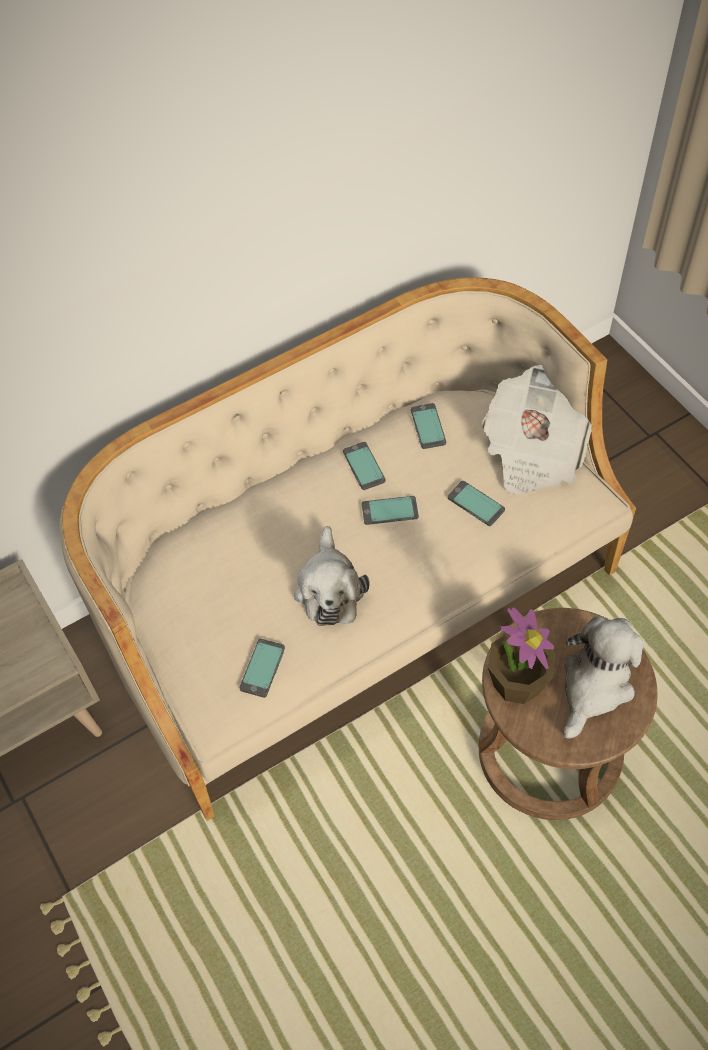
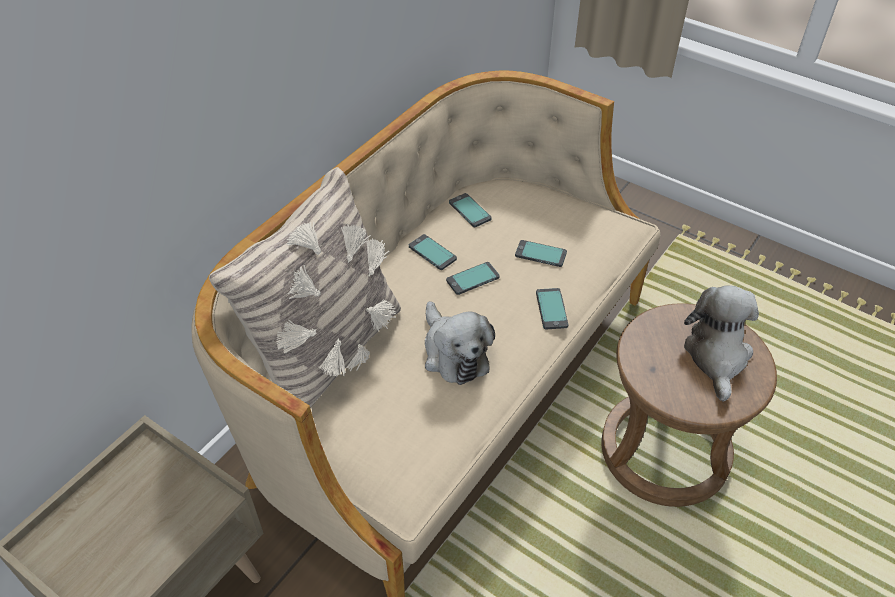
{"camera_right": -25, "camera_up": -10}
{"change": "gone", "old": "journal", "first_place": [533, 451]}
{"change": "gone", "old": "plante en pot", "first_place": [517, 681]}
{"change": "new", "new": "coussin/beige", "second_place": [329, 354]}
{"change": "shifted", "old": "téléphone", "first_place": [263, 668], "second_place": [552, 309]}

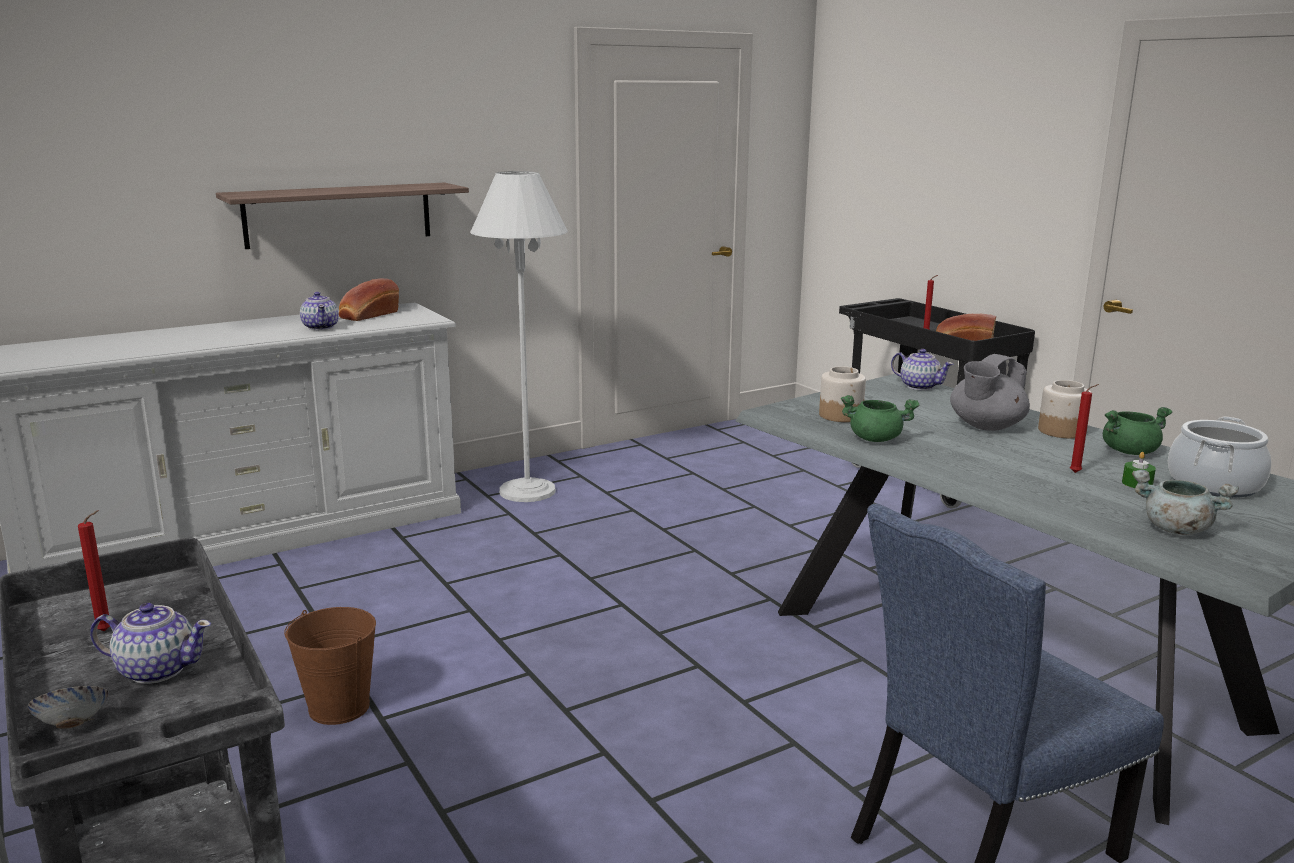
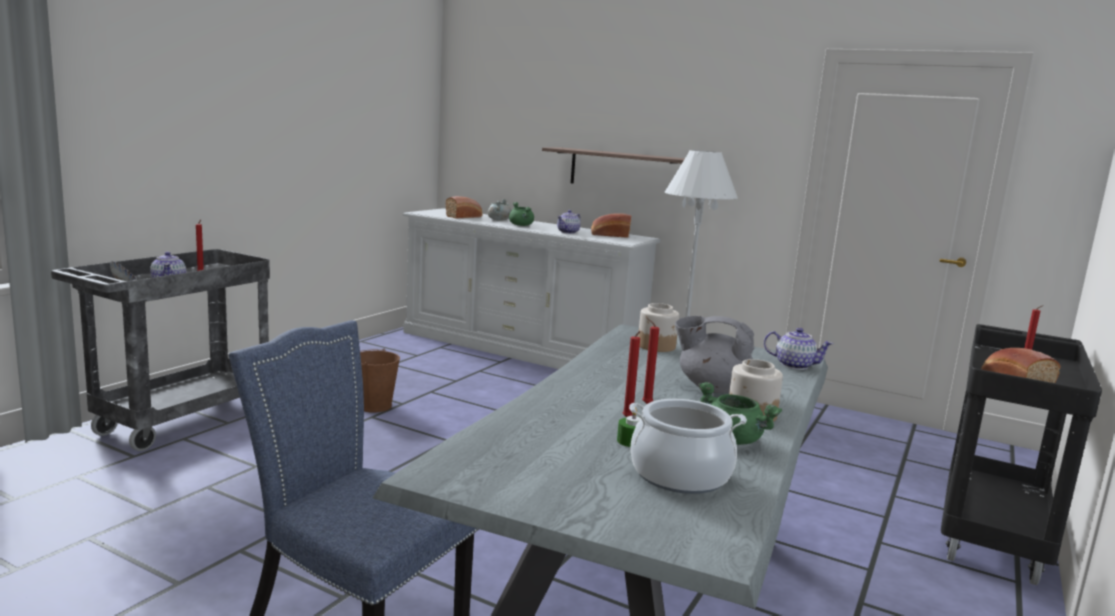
{"camera_right": 60, "camera_up": -5}
{"change": "new", "new": "pain", "second_place": [465, 216]}
{"change": "new", "new": "bougie/rouge", "second_place": [645, 404]}
{"change": "shifted", "old": "marmite/vert", "first_place": [876, 439], "second_place": [521, 225]}
{"change": "shifted", "old": "marmite/gris", "first_place": [1175, 529], "second_place": [499, 220]}
{"change": "rotated", "old": "théière", "first_place": [919, 386], "second_place": [794, 365], "degrees": -75}

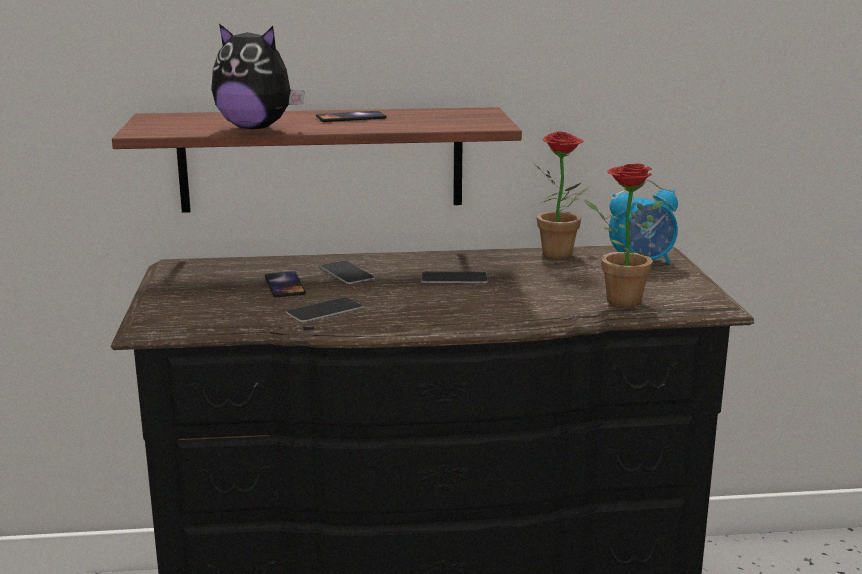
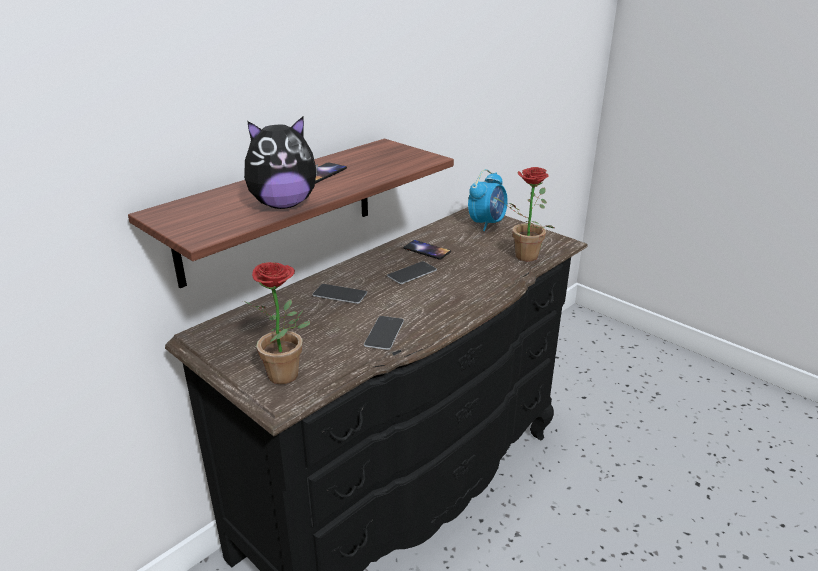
{"camera_right": -40, "camera_up": 10}
{"change": "shifted", "old": "téléphone", "first_place": [285, 285], "second_place": [427, 250]}
{"change": "shifted", "old": "plante en pot", "first_place": [561, 256], "second_place": [289, 376]}

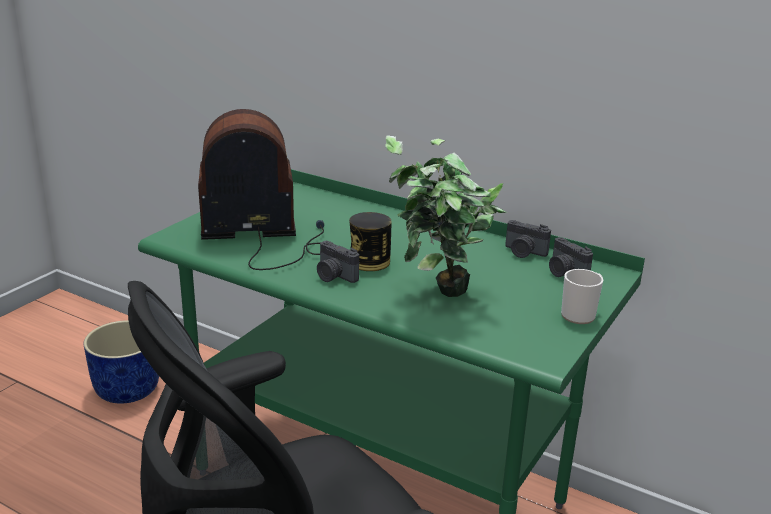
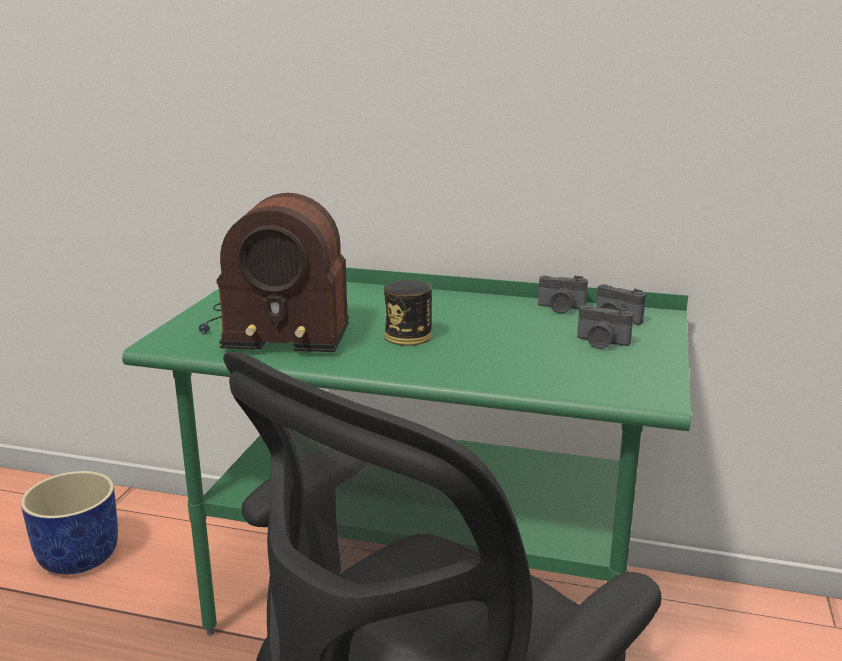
{"camera_right": -15, "camera_up": -5}
{"change": "gone", "old": "plante en pot", "first_place": [437, 298]}
{"change": "gone", "old": "mug", "first_place": [581, 314]}
{"change": "shifted", "old": "appareil photo", "first_place": [334, 276], "second_place": [601, 343]}
{"change": "rotated", "old": "radio", "first_place": [265, 236], "second_place": [274, 328], "degrees": -150}

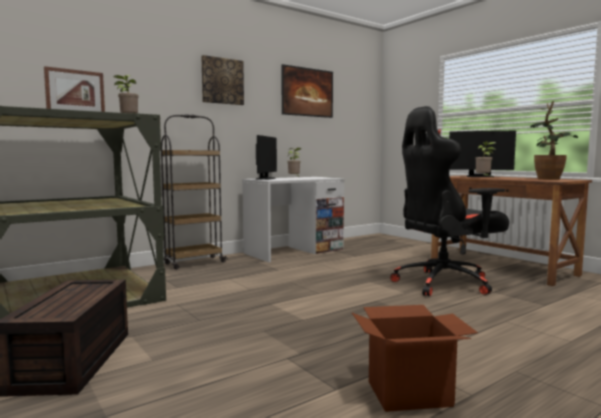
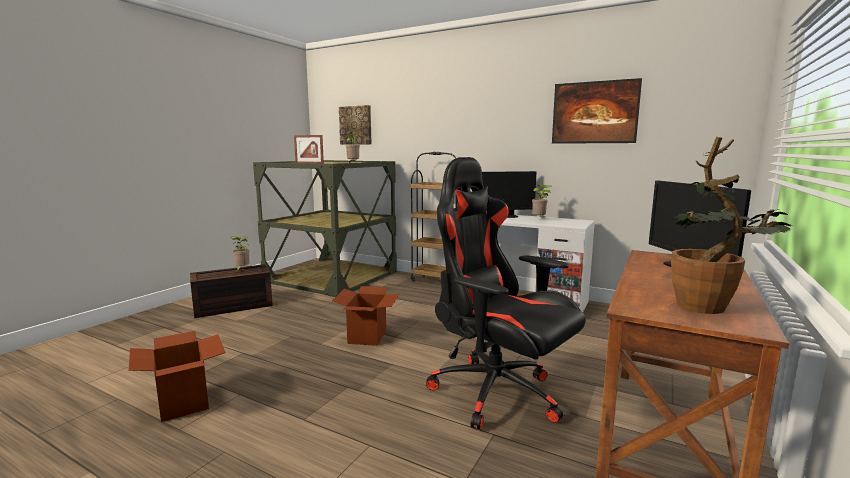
{"camera_right": 65, "camera_up": 5}
{"change": "new", "new": "carton", "second_place": [367, 336]}
{"change": "shifted", "old": "tableau", "first_place": [222, 81], "second_place": [355, 125]}
{"change": "shifted", "old": "plante en pot", "first_place": [483, 178], "second_place": [242, 269]}

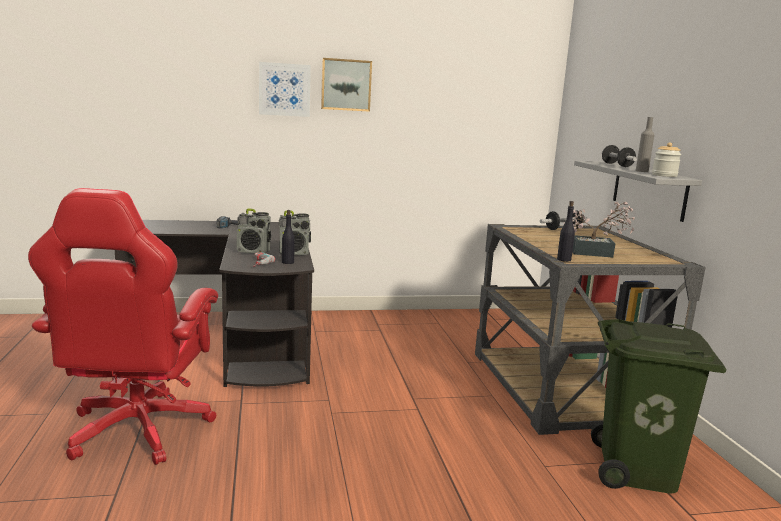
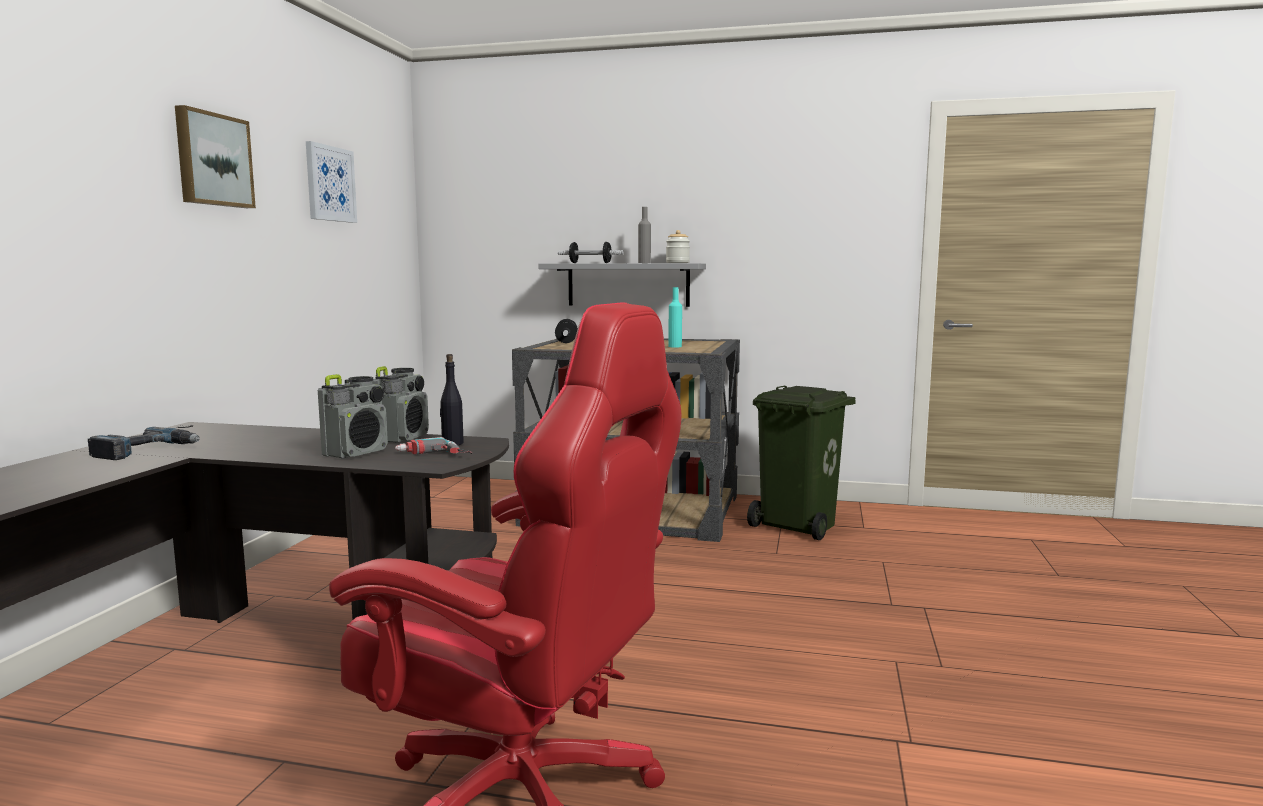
{"camera_right": -65, "camera_up": -5}
{"change": "gone", "old": "bouteille/noir", "first_place": [564, 260]}
{"change": "shifted", "old": "tableau", "first_place": [284, 89], "second_place": [330, 184]}
{"change": "swapped", "old": "plante en pot", "new": "bouteille/turquoise", "first_place": [596, 253], "second_place": [675, 346]}

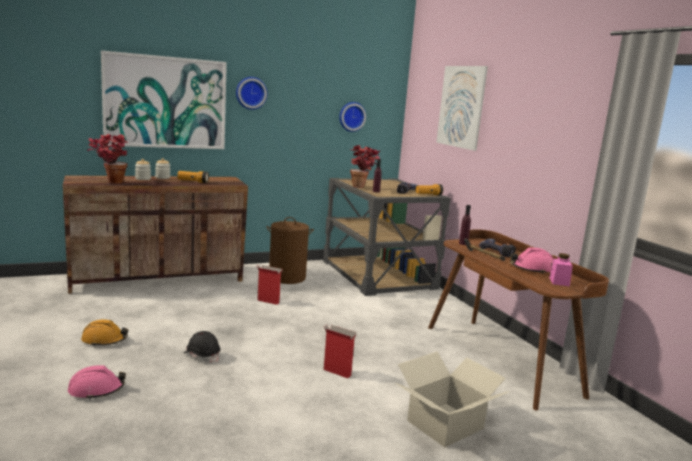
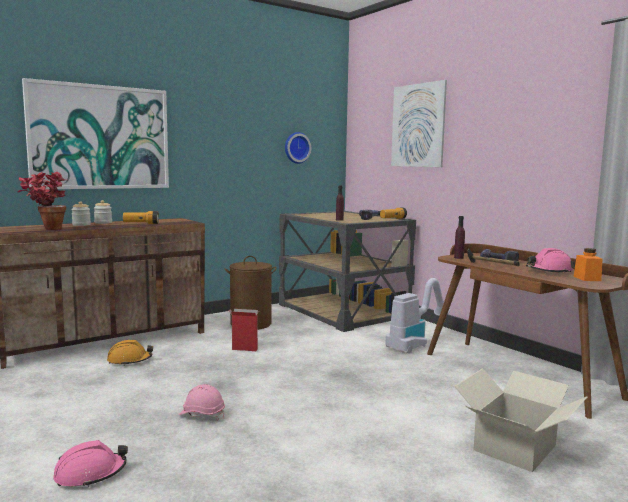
{"camera_right": -10, "camera_up": -5}
{"change": "gone", "old": "horloge murale", "first_place": [251, 93]}
{"change": "gone", "old": "carton", "first_place": [336, 372]}
{"change": "gone", "old": "plante en pot", "first_place": [362, 187]}
{"change": "new", "new": "aspirateur", "second_place": [415, 343]}
{"change": "shifted", "old": "casque de chantier/orange", "first_place": [104, 340], "second_place": [129, 360]}
{"change": "repainted", "old": "casque de chantier/noir", "new": "casque de chantier/rose", "first_place": [202, 355], "second_place": [202, 415]}
{"change": "repainted", "old": "bocal/rose", "new": "bocal/orange", "first_place": [559, 282], "second_place": [587, 278]}

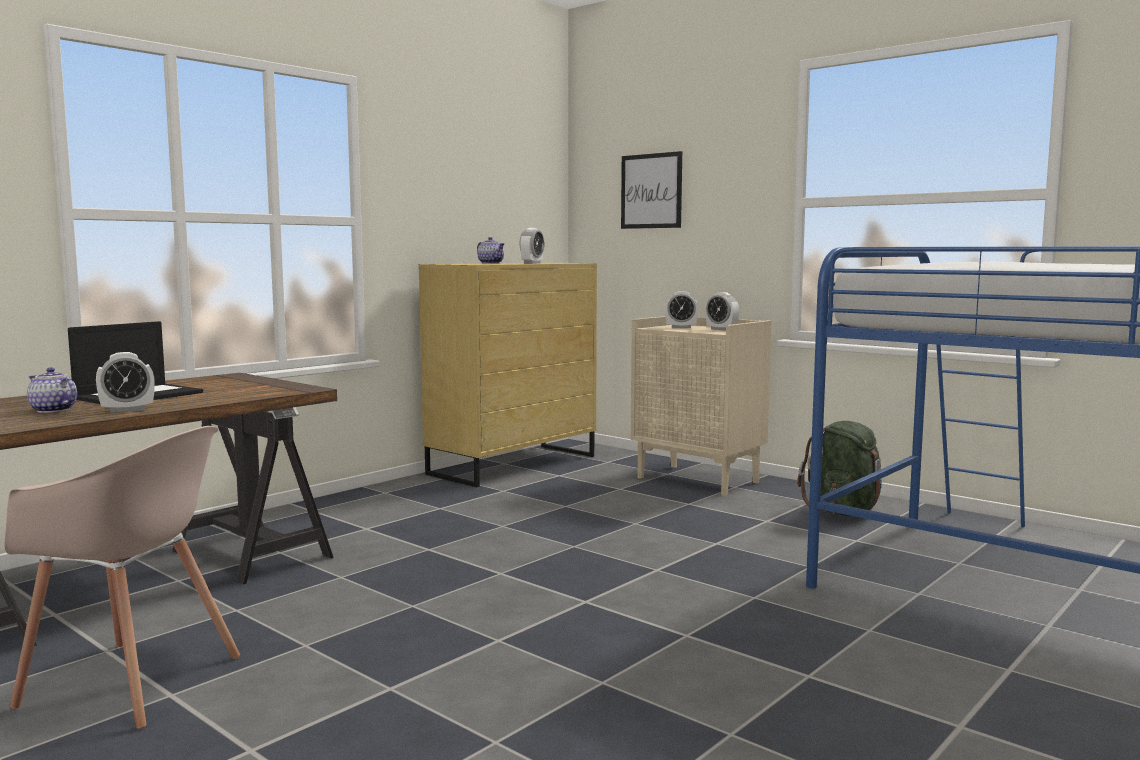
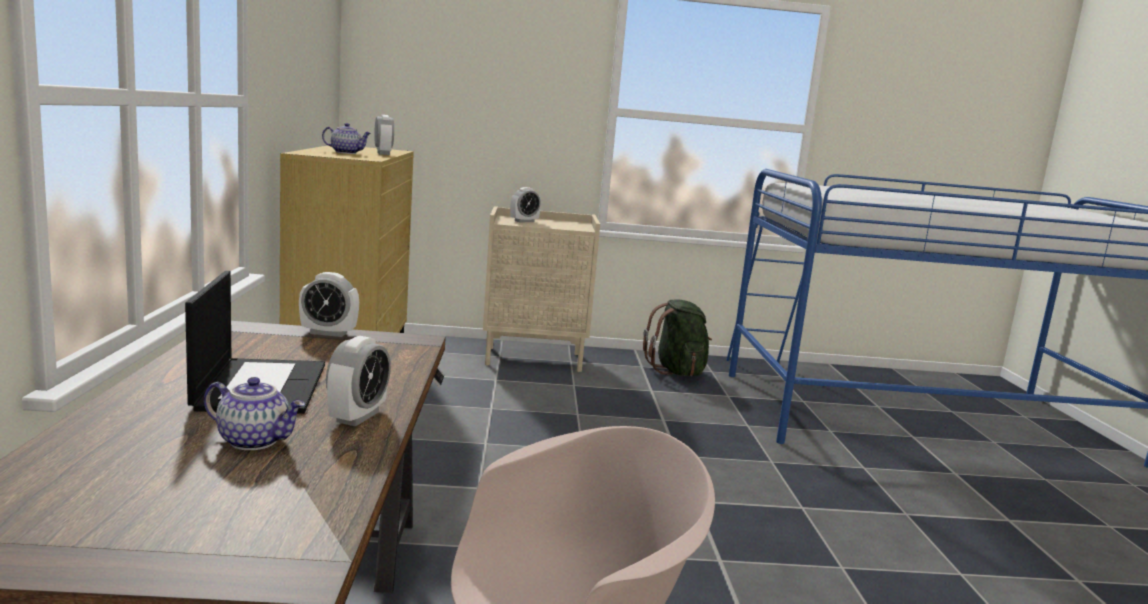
{"camera_right": -45, "camera_up": 5}
{"change": "gone", "old": "tableau", "first_place": [651, 191]}
{"change": "shifted", "old": "réveil", "first_place": [721, 329], "second_place": [328, 333]}
{"change": "rotated", "old": "théière", "first_place": [52, 410], "second_place": [255, 441], "degrees": -150}

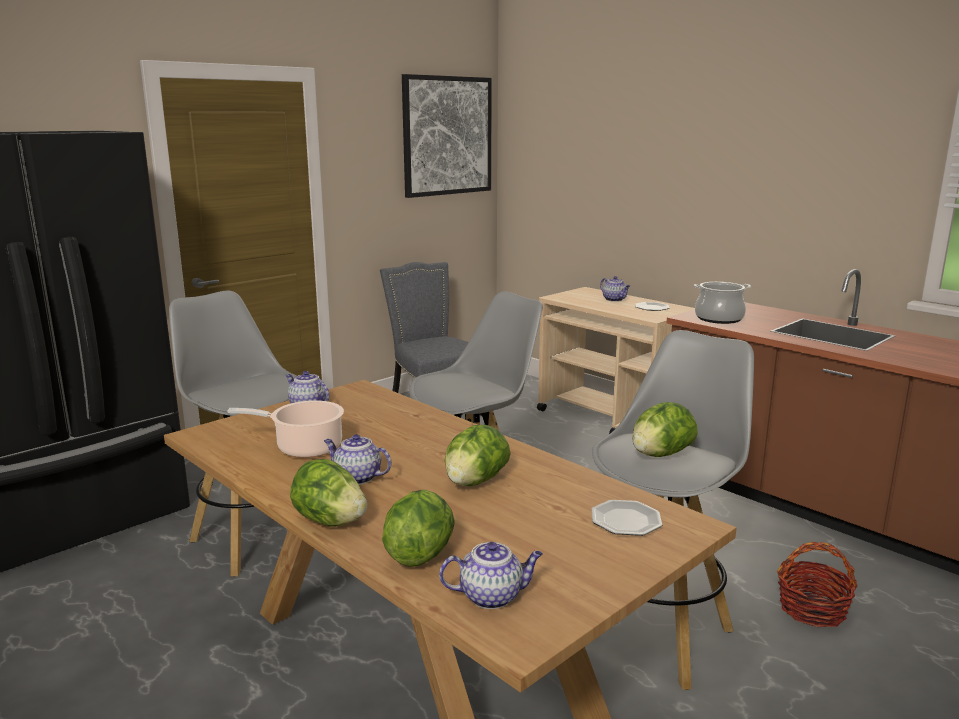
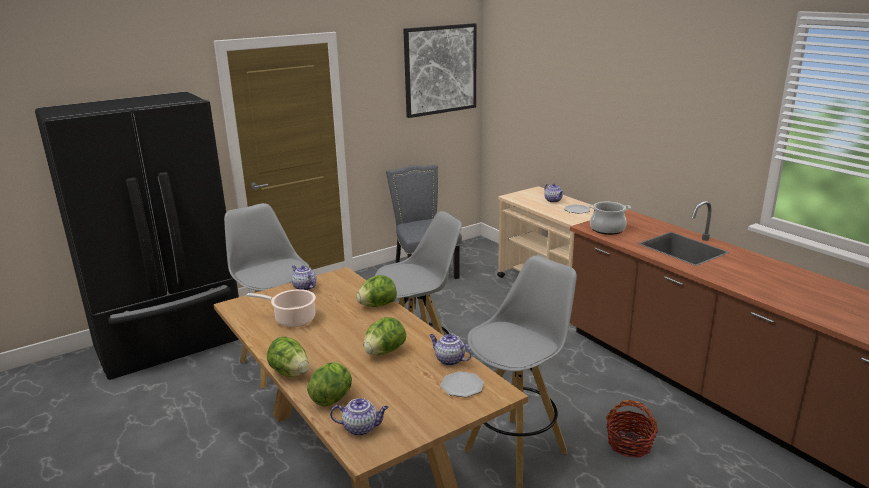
{"camera_right": 10, "camera_up": 5}
{"change": "shifted", "old": "théière", "first_place": [356, 477], "second_place": [449, 360]}
{"change": "shifted", "old": "laitue", "first_place": [660, 454], "second_place": [377, 305]}

